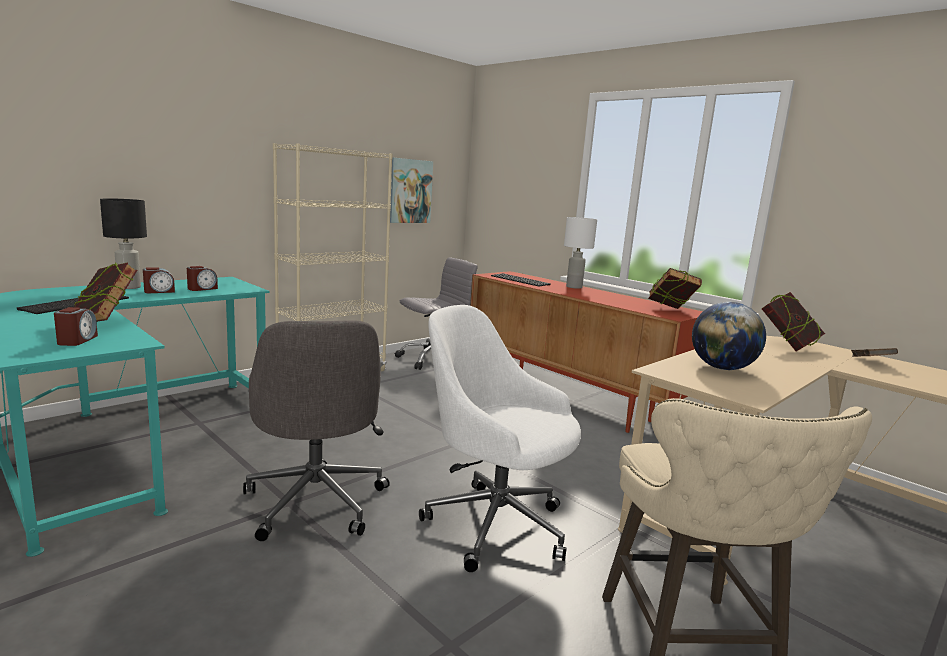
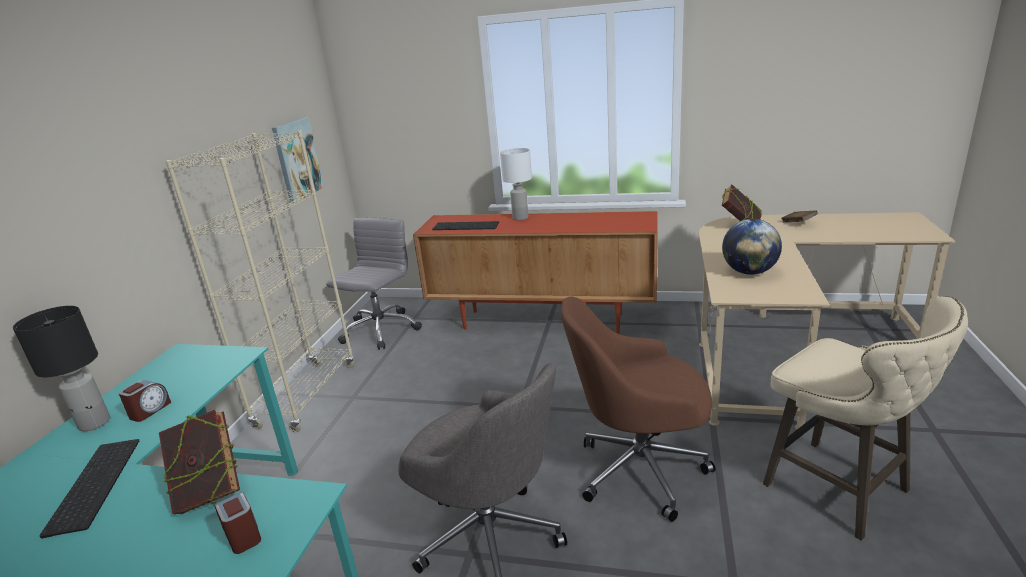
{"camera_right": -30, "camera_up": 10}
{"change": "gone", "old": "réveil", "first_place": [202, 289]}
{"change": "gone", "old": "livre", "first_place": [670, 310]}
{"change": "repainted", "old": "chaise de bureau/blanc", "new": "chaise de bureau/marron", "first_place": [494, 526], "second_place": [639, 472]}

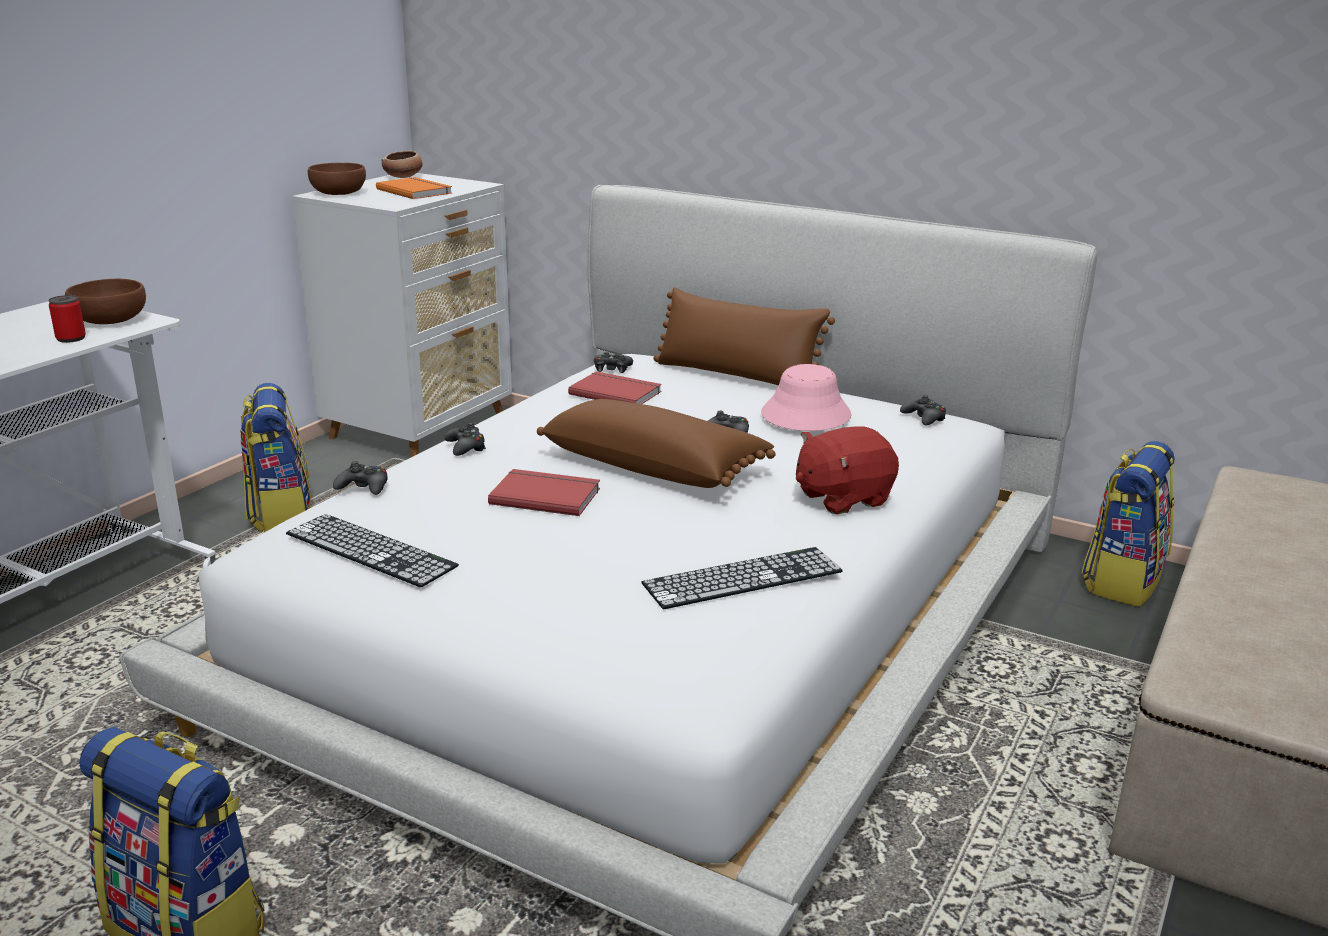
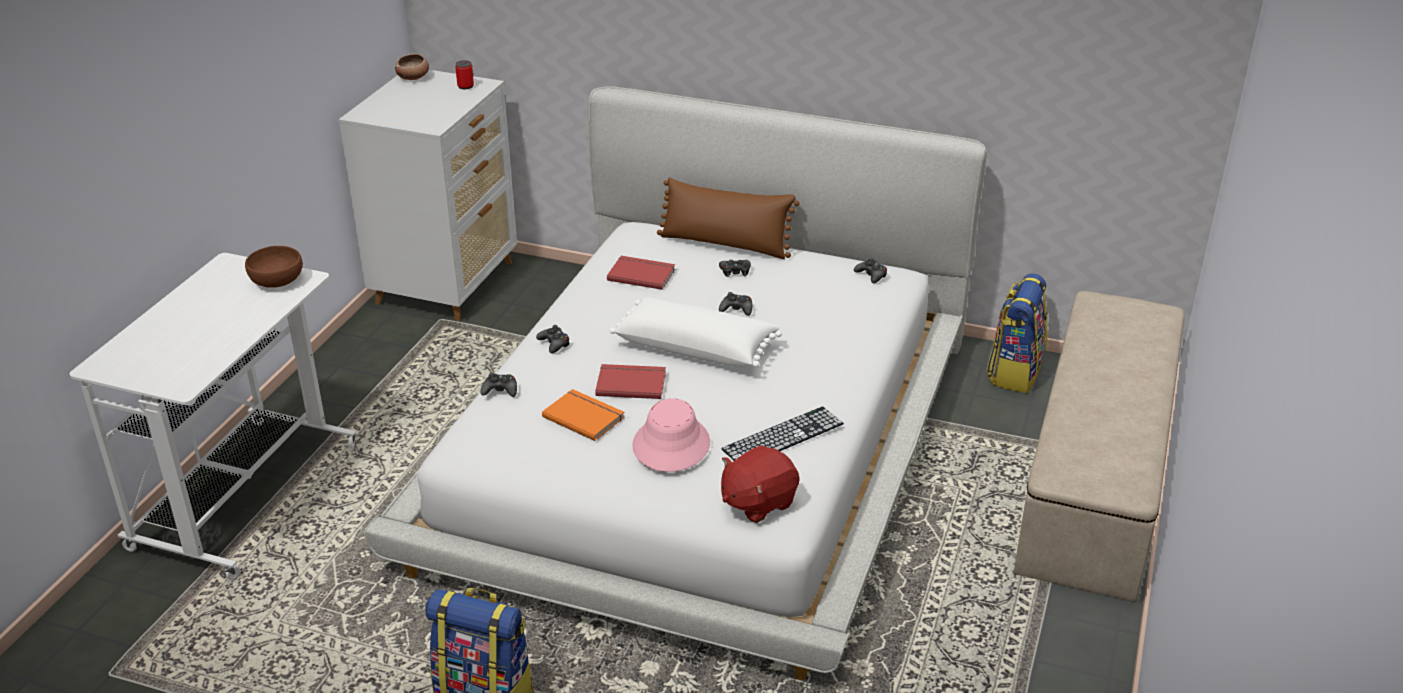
{"camera_right": -10, "camera_up": 10}
{"change": "gone", "old": "sac à dos", "first_place": [280, 513]}
{"change": "gone", "old": "clavier", "first_place": [370, 550]}
{"change": "gone", "old": "bol/marron", "first_place": [338, 193]}
{"change": "shifted", "old": "boîte métallique", "first_place": [71, 338], "second_place": [465, 86]}
{"change": "shifted", "old": "livre/orange", "first_place": [416, 191], "second_place": [584, 416]}
{"change": "shifted", "old": "manette/noir", "first_place": [612, 368], "second_place": [735, 271]}
{"change": "shifted", "old": "chapeau/rose", "first_place": [805, 415], "second_place": [671, 445]}
{"change": "shifted", "old": "peluche/rouge", "first_place": [842, 498], "second_place": [757, 502]}
{"change": "repainted", "old": "coussin/marron", "new": "coussin/blanc", "first_place": [655, 467], "second_place": [696, 347]}

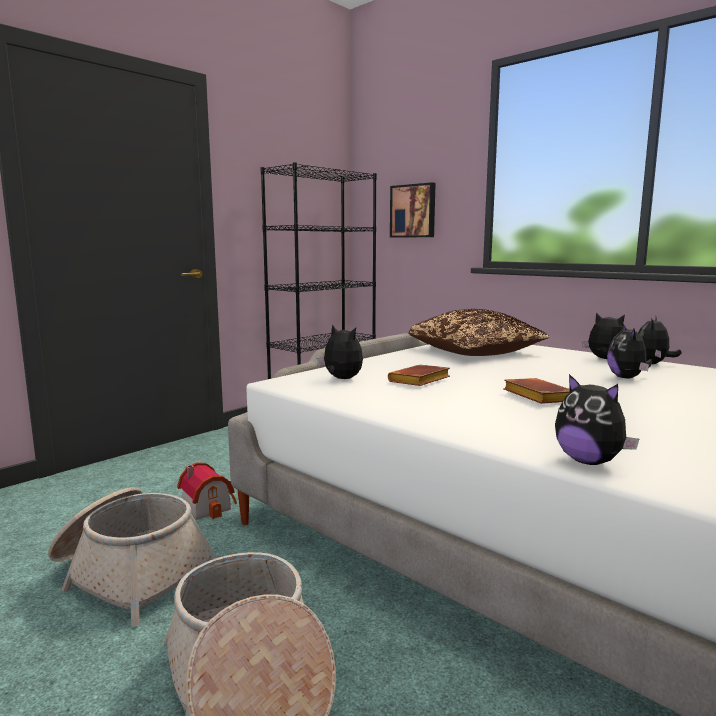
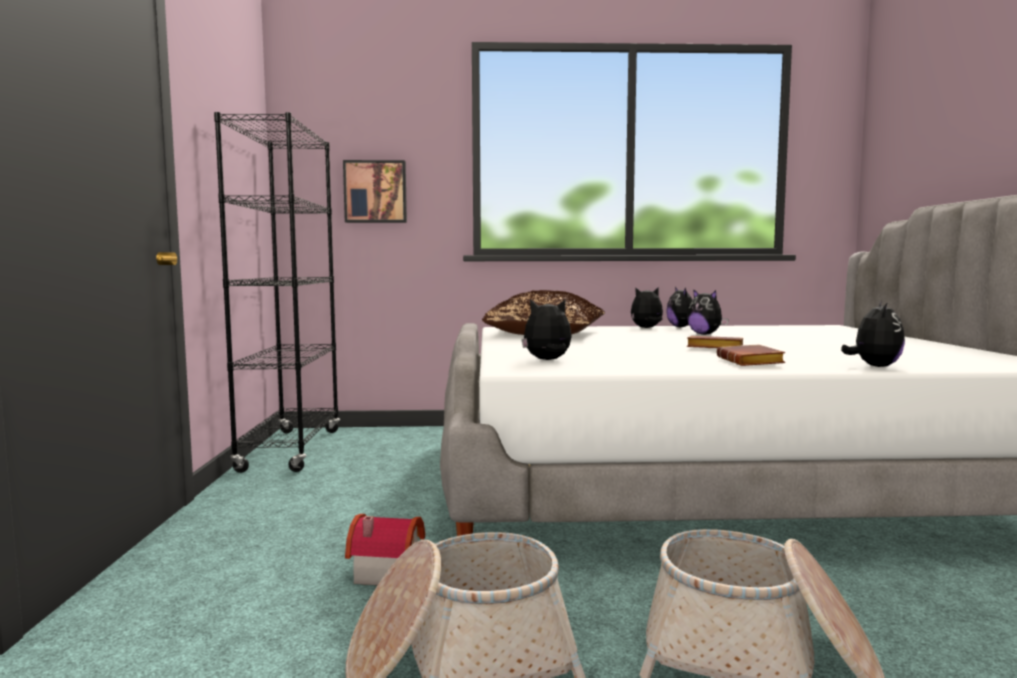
{"camera_right": -45, "camera_up": -5}
{"change": "shifted", "old": "livre/marron", "first_place": [419, 381], "second_place": [752, 362]}
{"change": "rotated", "old": "peluche", "first_place": [589, 461], "second_place": [874, 366], "degrees": -75}

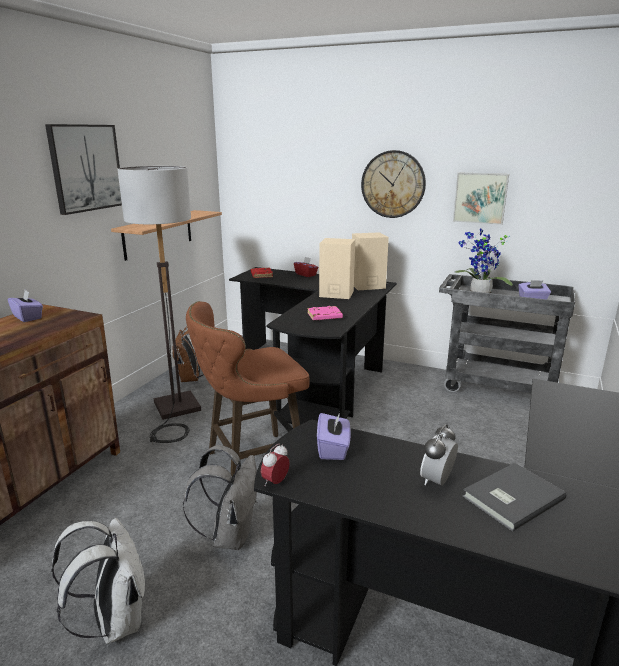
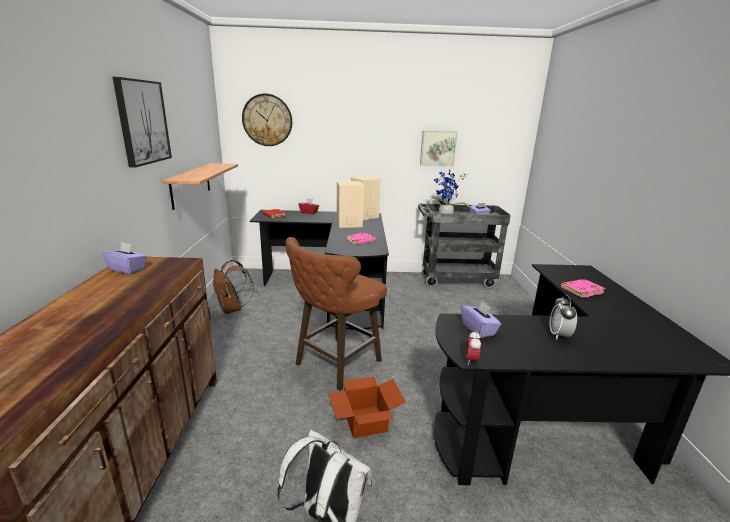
{"camera_right": -25, "camera_up": 0}
{"change": "gone", "old": "lampadaire", "first_place": [175, 415]}
{"change": "gone", "old": "livre/gris", "first_place": [510, 497]}
{"change": "new", "new": "livre/rose", "second_place": [581, 290]}
{"change": "shifted", "old": "horloge murale", "first_place": [393, 184], "second_place": [267, 120]}
{"change": "swapped", "old": "sac à dos/gris", "new": "carton", "first_place": [230, 535], "second_place": [364, 421]}

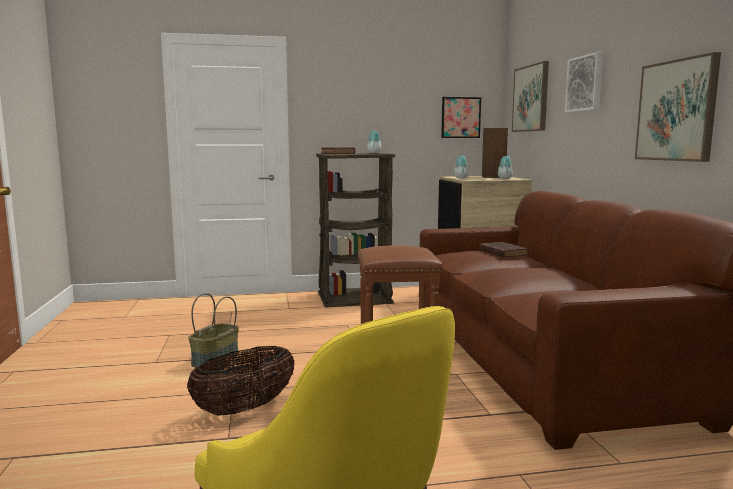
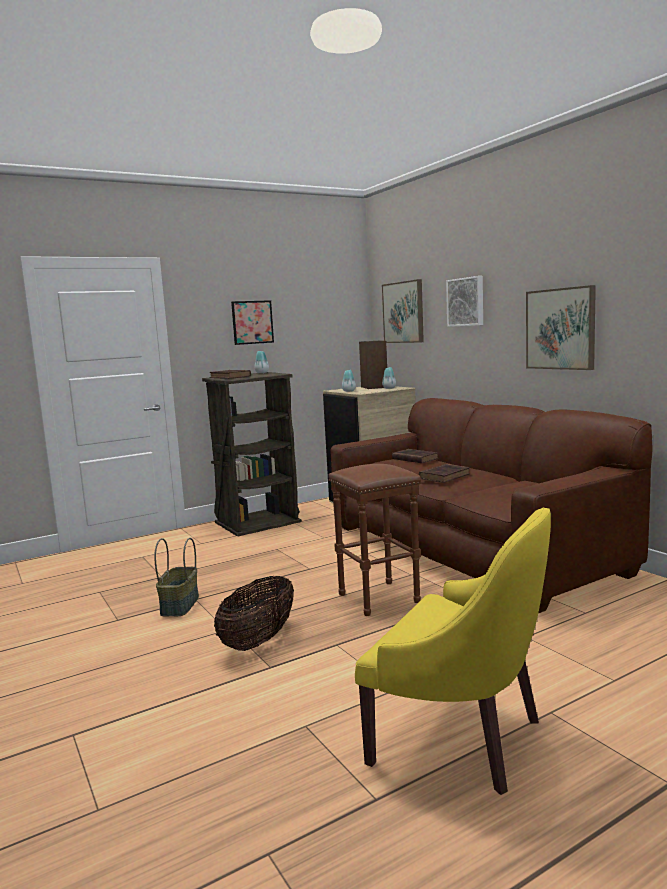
{"camera_right": -20, "camera_up": 0}
{"change": "new", "new": "livre/marron", "second_place": [445, 476]}
{"change": "shifted", "old": "tableau", "first_place": [460, 117], "second_place": [252, 322]}

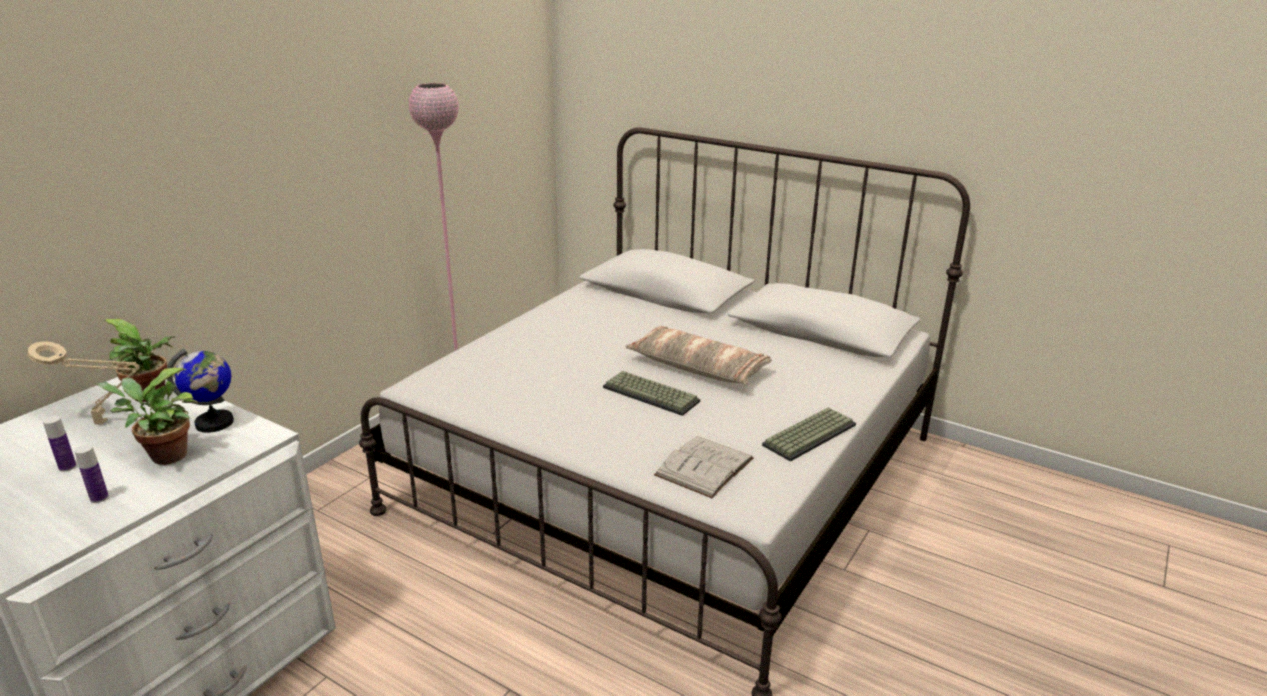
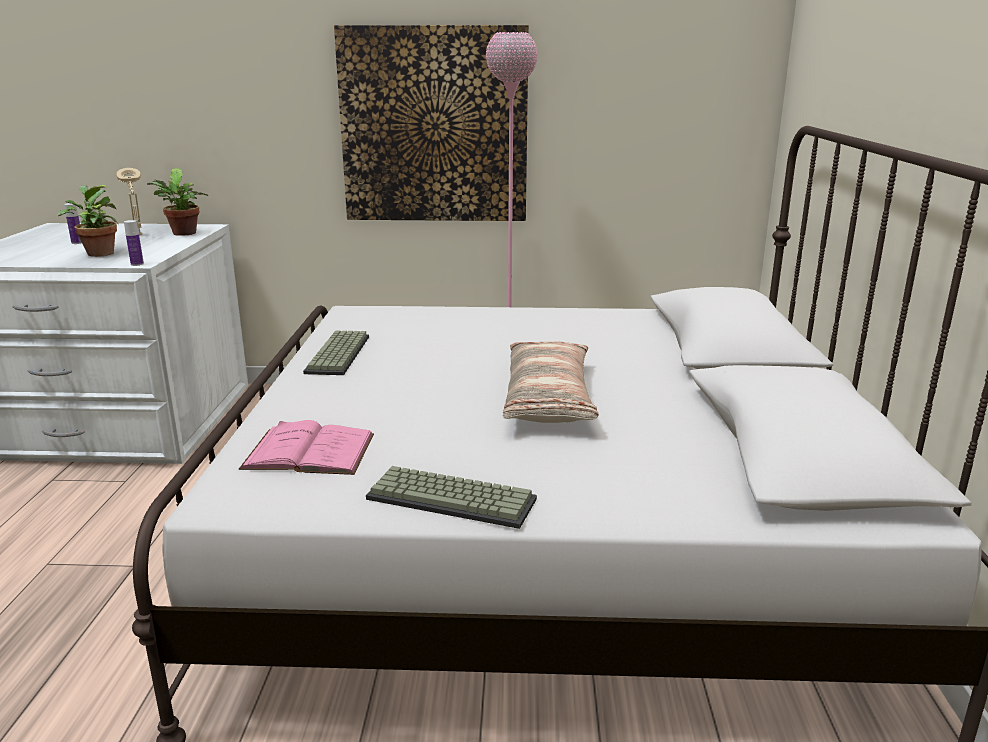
{"camera_right": 60, "camera_up": -5}
{"change": "gone", "old": "globe", "first_place": [215, 423]}
{"change": "new", "new": "tableau", "second_place": [434, 126]}
{"change": "shifted", "old": "bouteille", "first_place": [99, 498], "second_place": [137, 264]}
{"change": "shifted", "old": "clavier", "first_place": [652, 394], "second_place": [340, 355]}
{"change": "repainted", "old": "livre/blanc", "new": "livre/rose", "first_place": [704, 466], "second_place": [309, 451]}

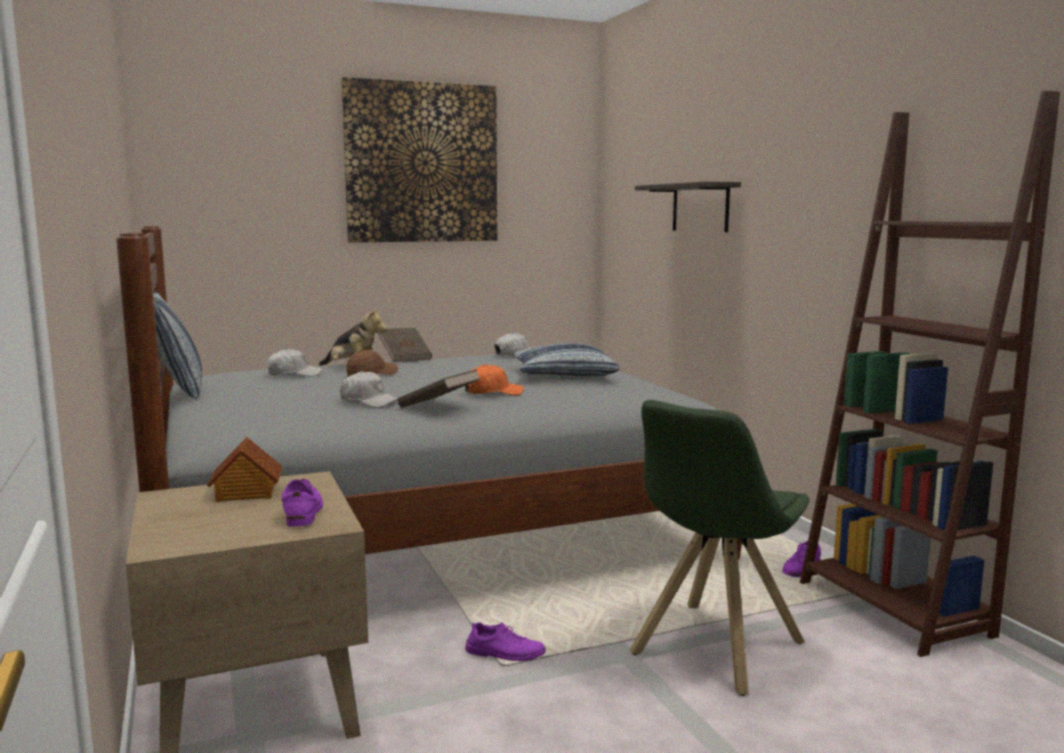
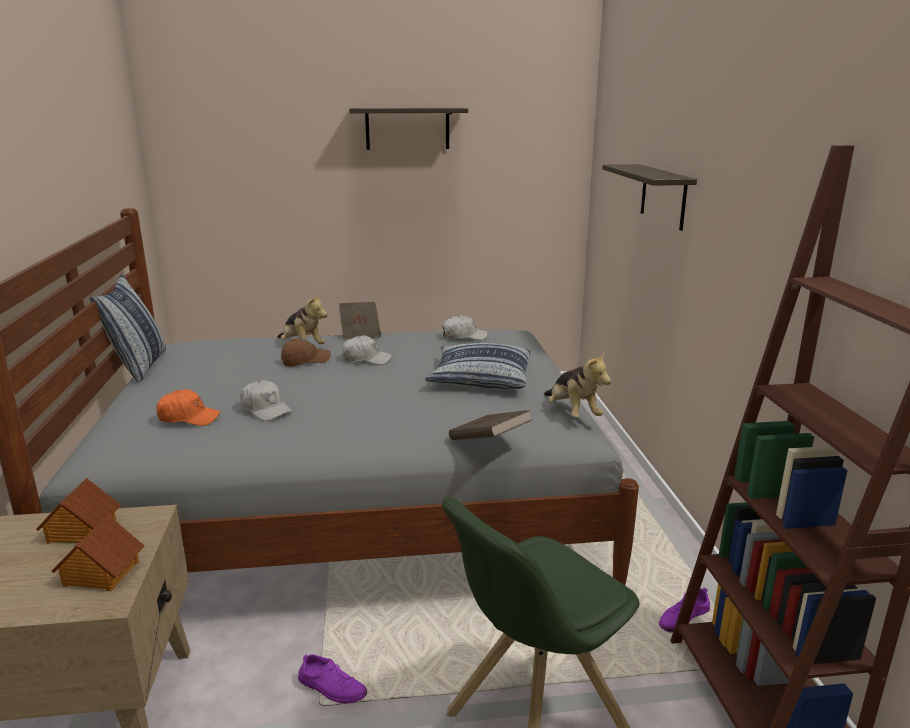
{"camera_right": 15, "camera_up": 10}
{"change": "new", "new": "peluche", "second_place": [572, 413]}
{"change": "shifted", "old": "casquette/blanc", "first_place": [294, 374], "second_place": [366, 359]}
{"change": "shifted", "old": "livre/marron", "first_place": [439, 406], "second_place": [489, 442]}
{"change": "shifted", "old": "casquette/orange", "first_place": [492, 392], "second_place": [189, 418]}
{"change": "swapped", "old": "chaussure/violet", "new": "maison miniature", "first_place": [303, 512], "second_place": [101, 573]}
{"change": "swapped", "old": "tableau", "new": "étagère", "first_place": [422, 163], "second_place": [407, 128]}

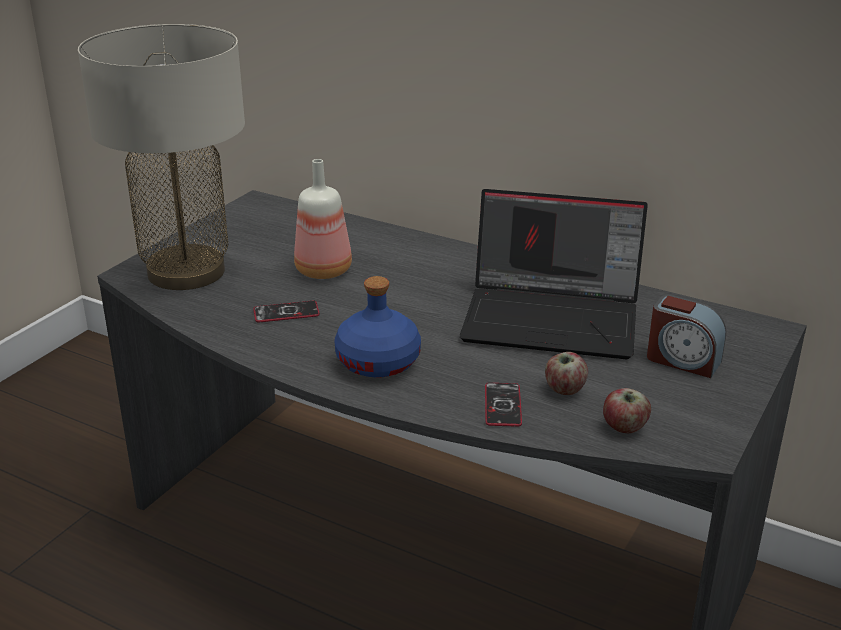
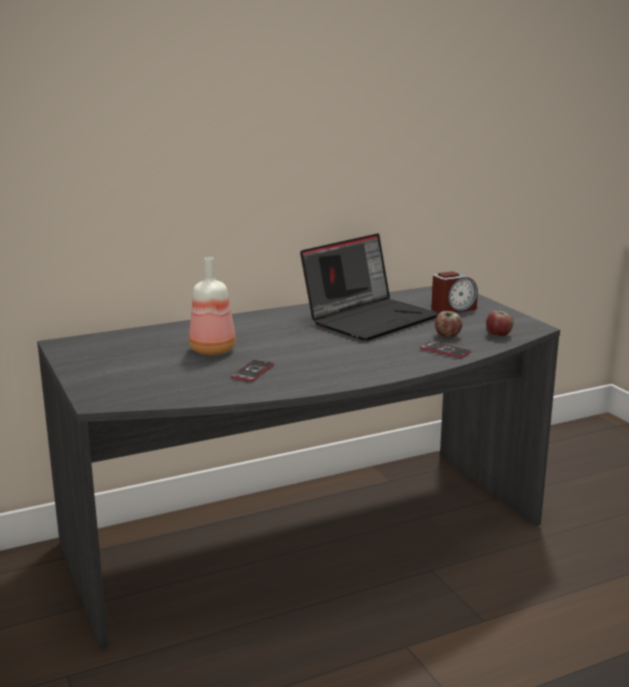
{"camera_right": -55, "camera_up": -10}
{"change": "gone", "old": "lampe de table", "first_place": [186, 272]}
{"change": "gone", "old": "bouteille/bleu", "first_place": [378, 361]}

